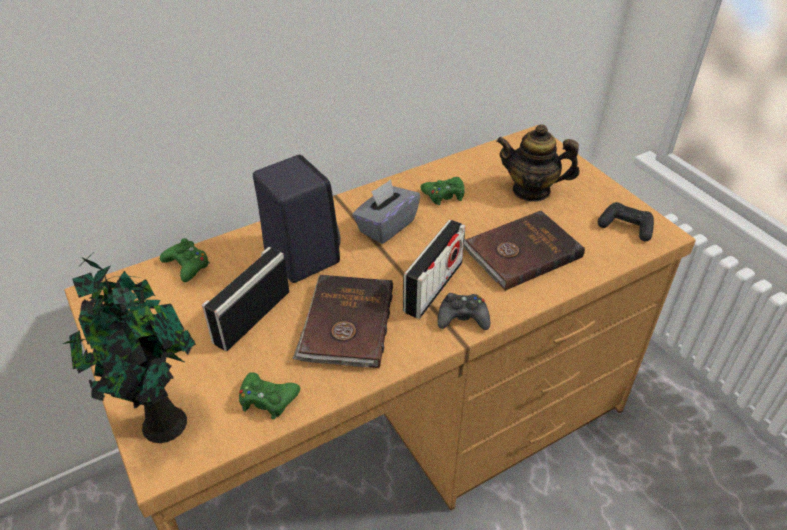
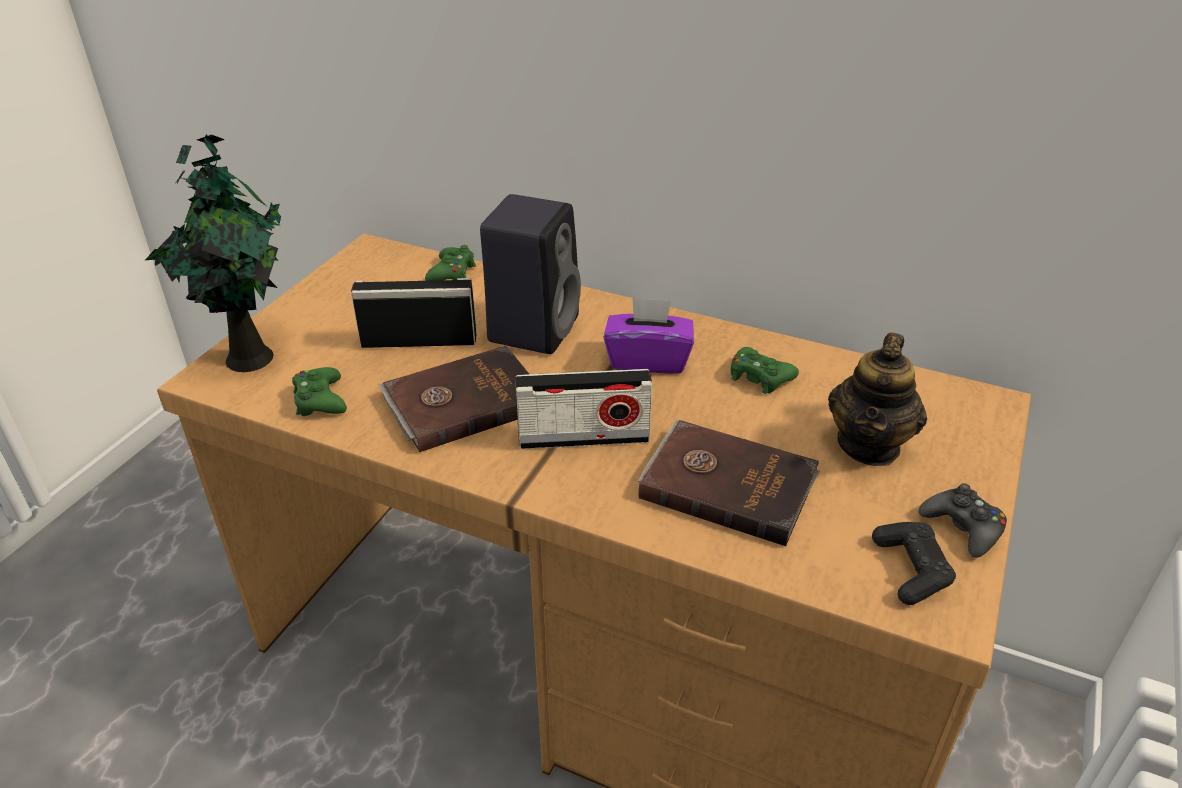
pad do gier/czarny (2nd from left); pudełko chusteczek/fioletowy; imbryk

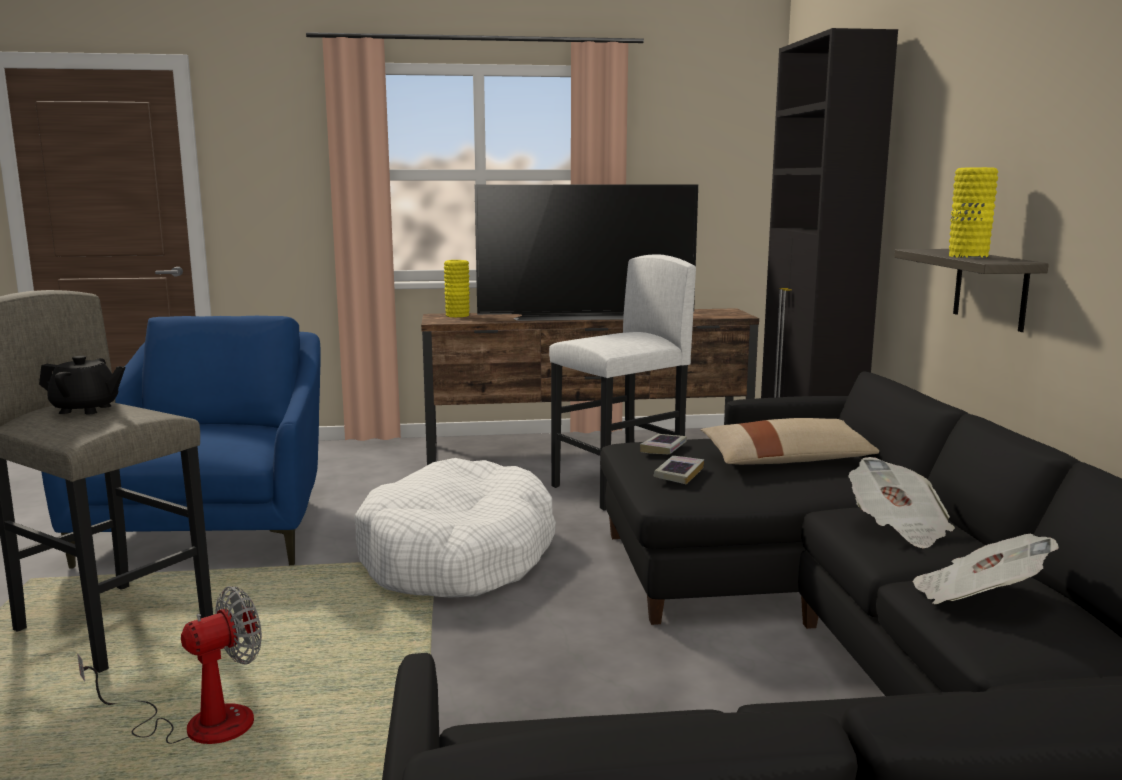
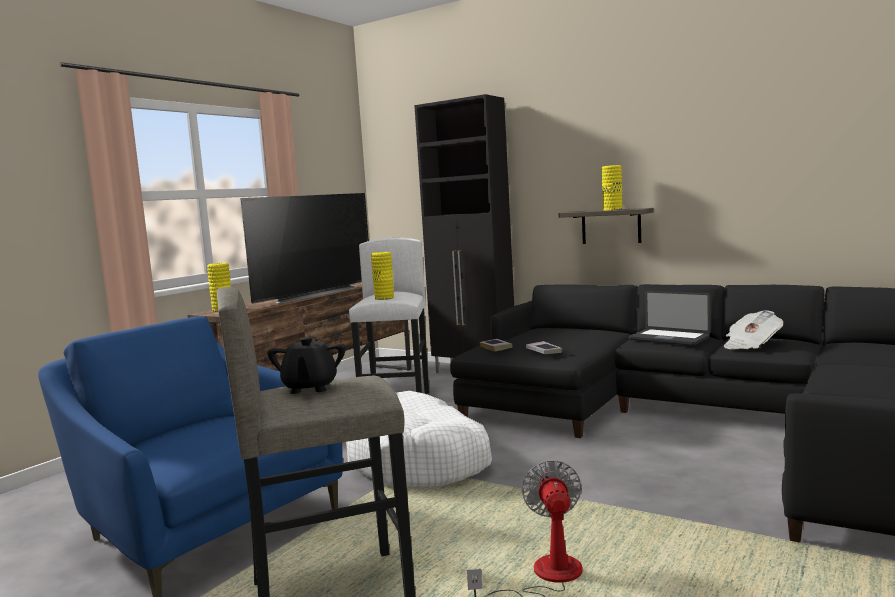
poduszka/beżowy; wazon/żółty (2nd from left); laptop; imbryk/czarny

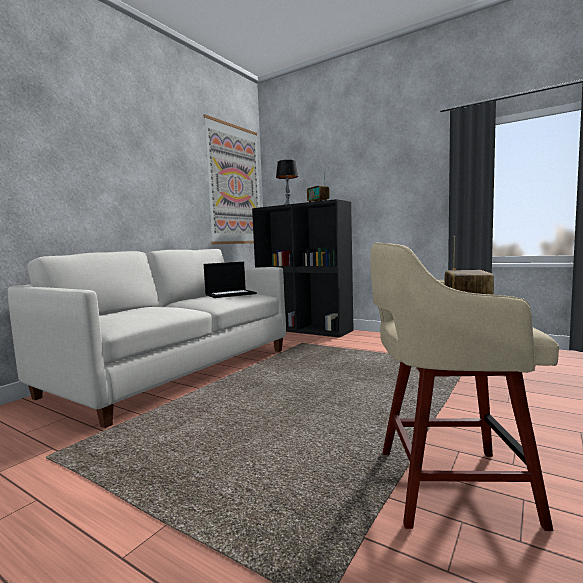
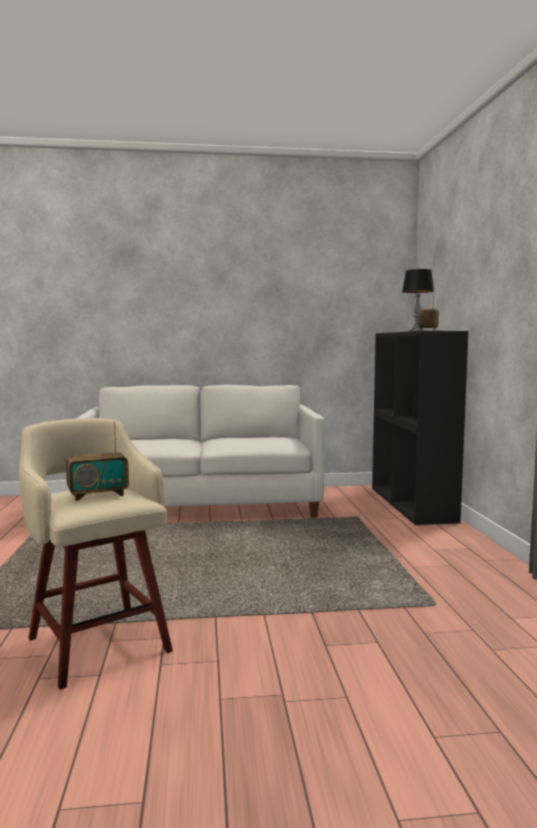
obraz; laptop

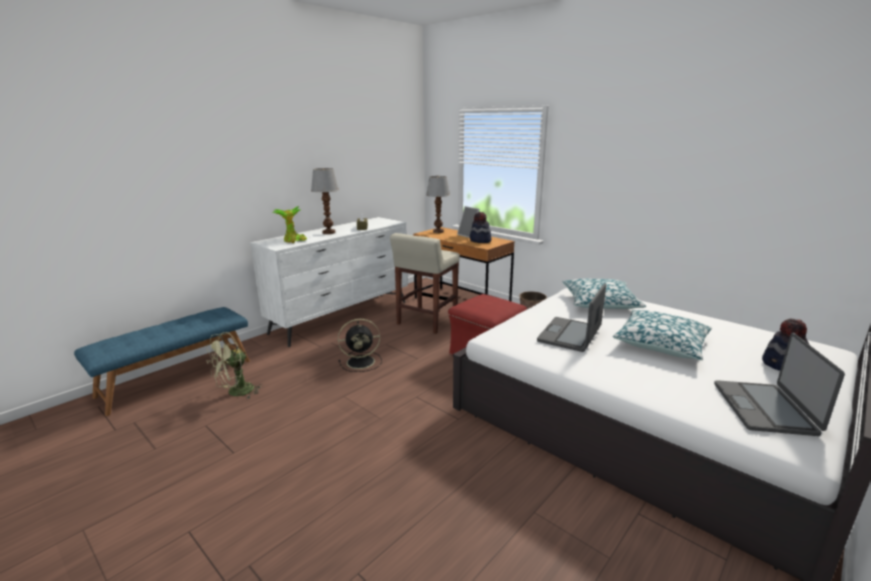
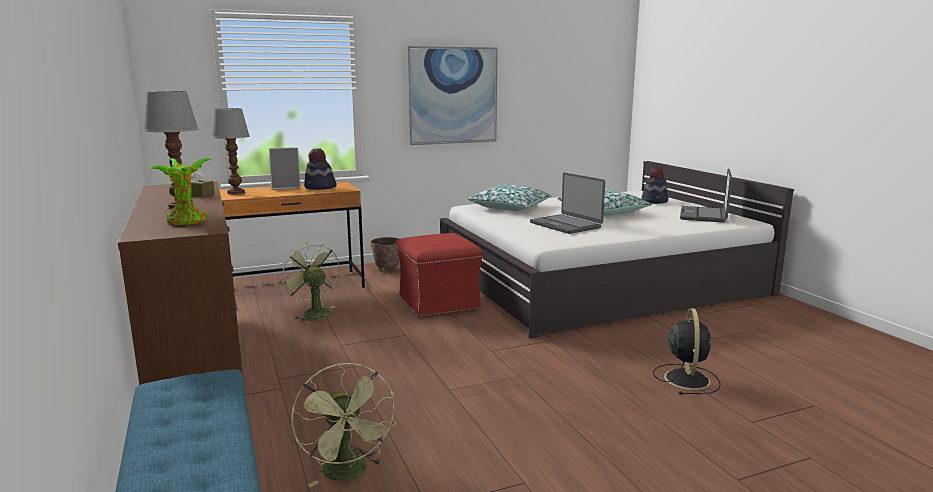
obraz; wentylator/czarny; wentylator/zielony (1st from left); komoda/brązowy; laptop (2nd from left)

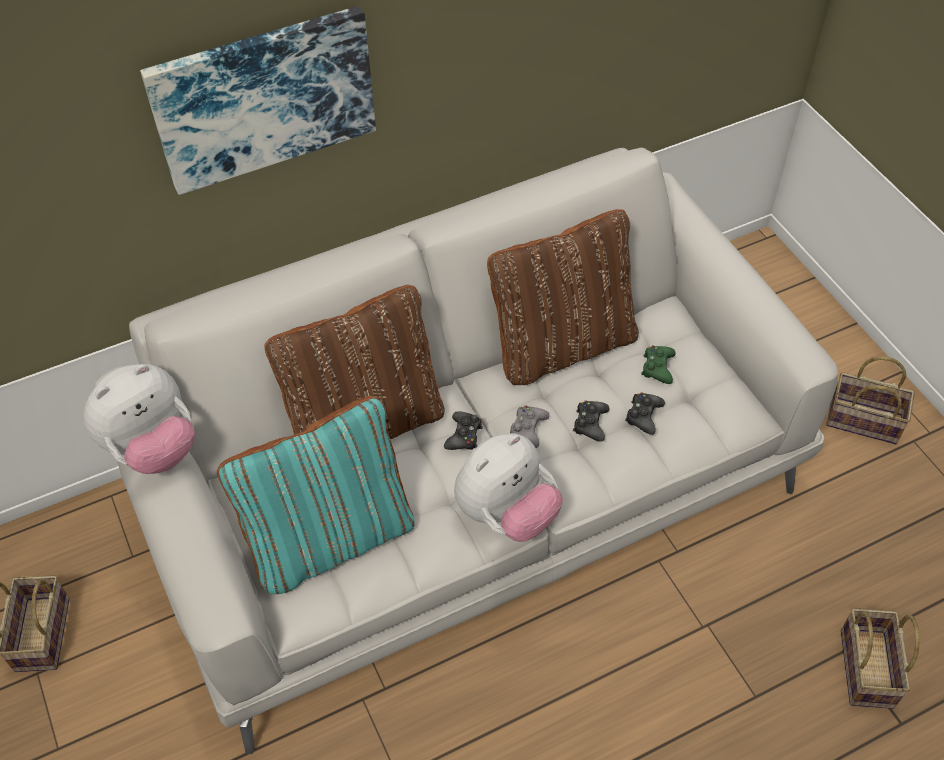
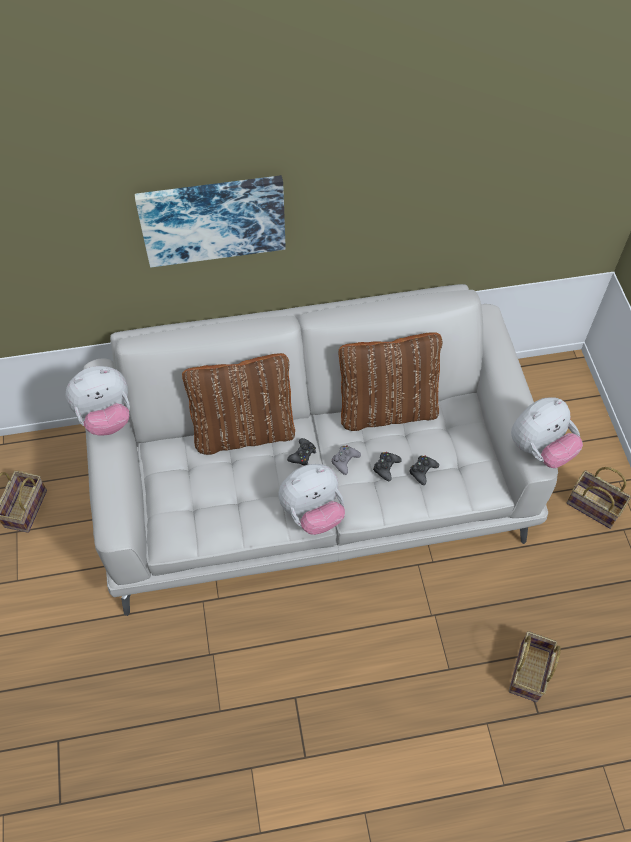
poduszka/turkusowy; pad do gier/zielony; pluszak (3rd from left)

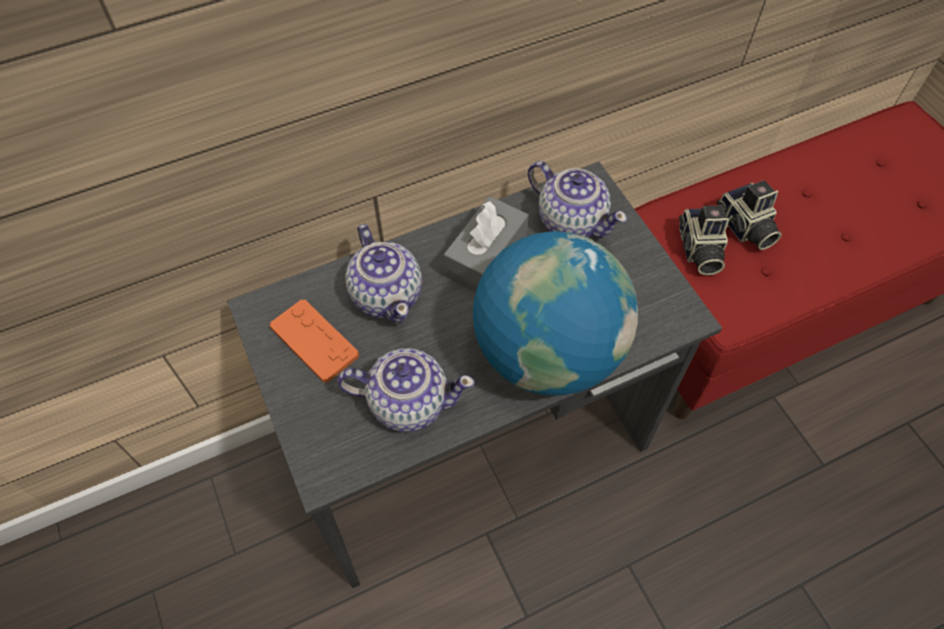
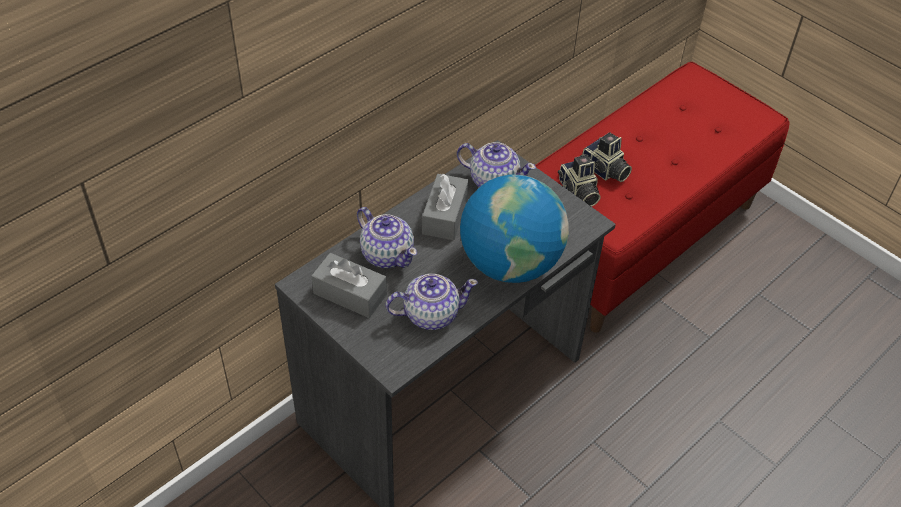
pudełko chusteczek/szary (1st from left)

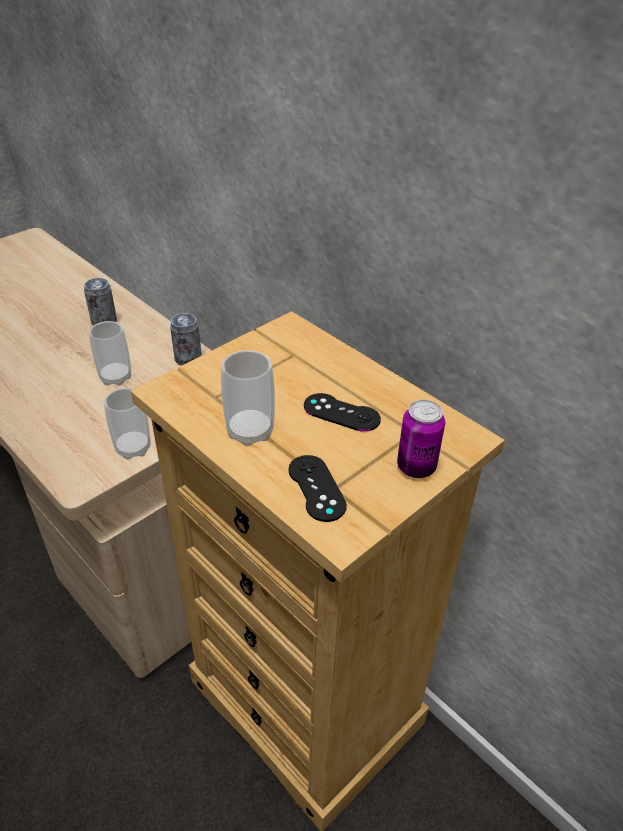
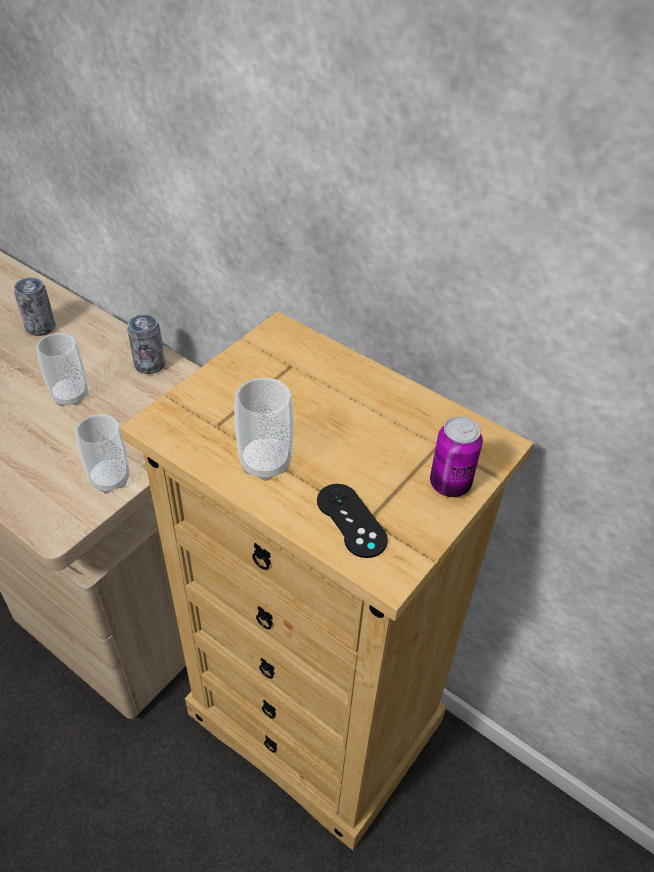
pad do gier/czarny (2nd from left in the first image)

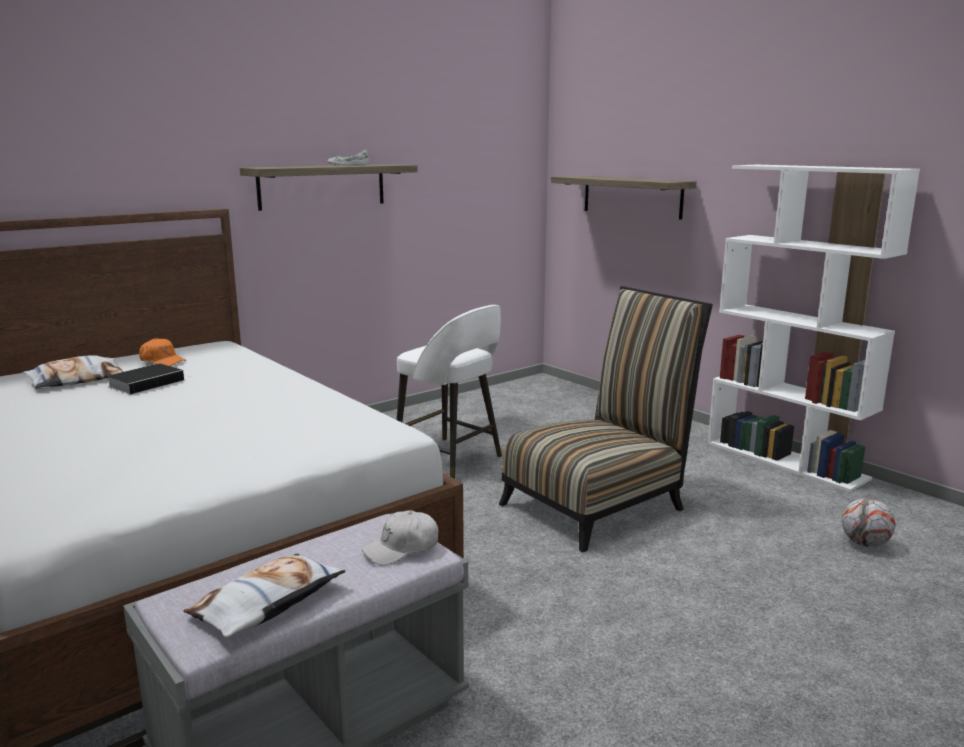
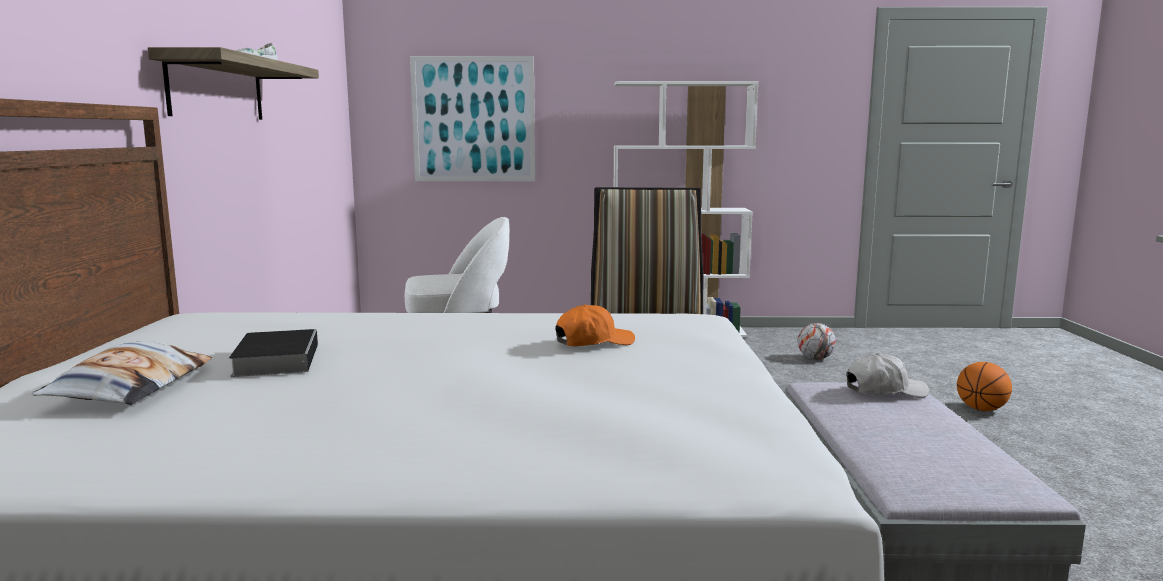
poduszka (2nd from left in the first image); piłka do koszykówki; czapka z daszkiem/pomarańczowy; obraz; czapka z daszkiem/biały

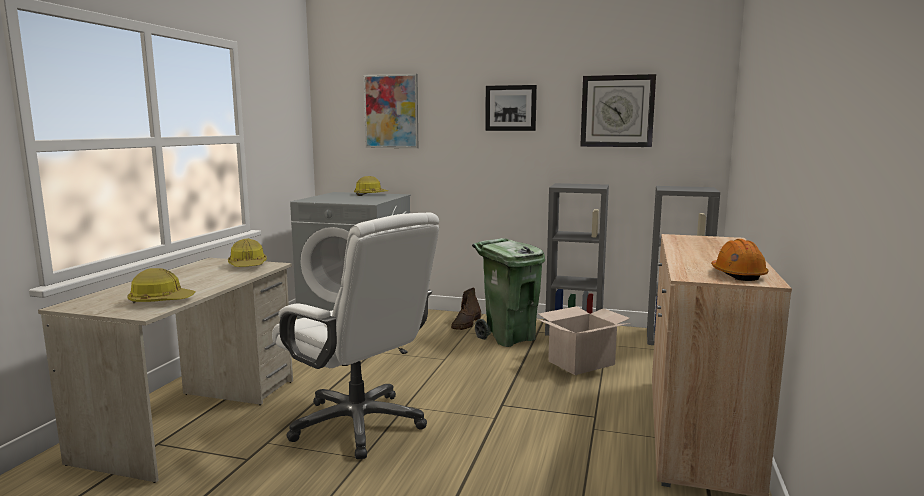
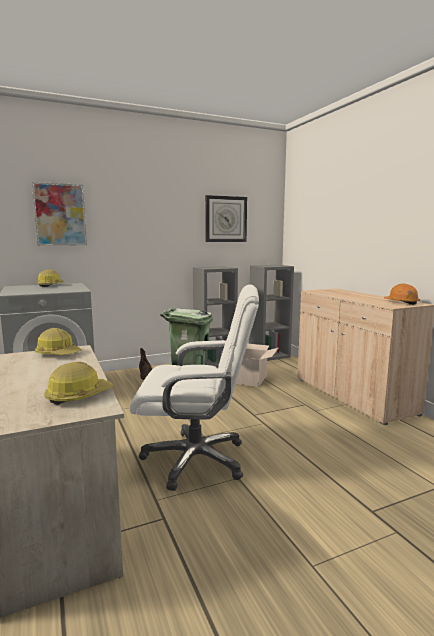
obraz (2nd from left in the first image)

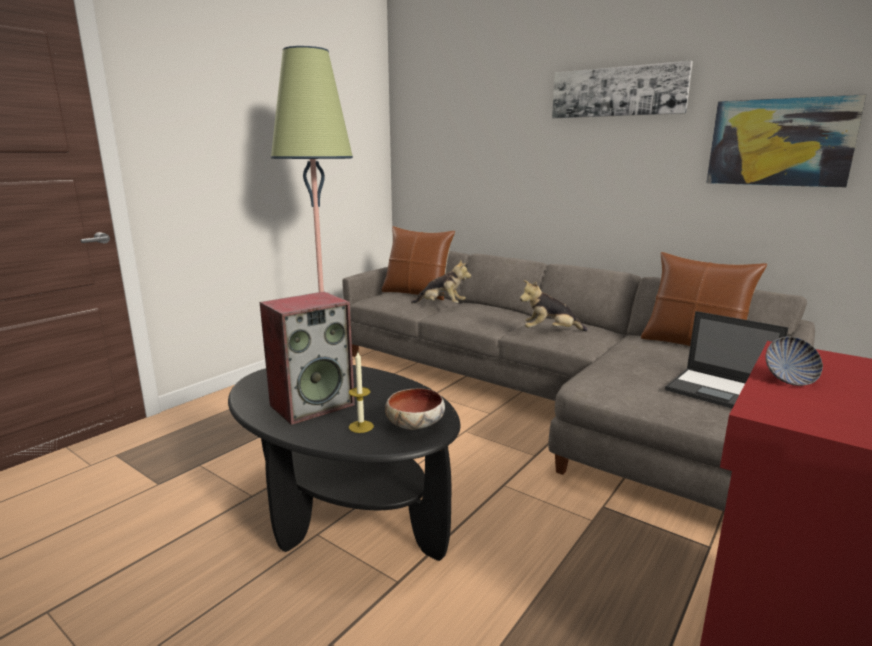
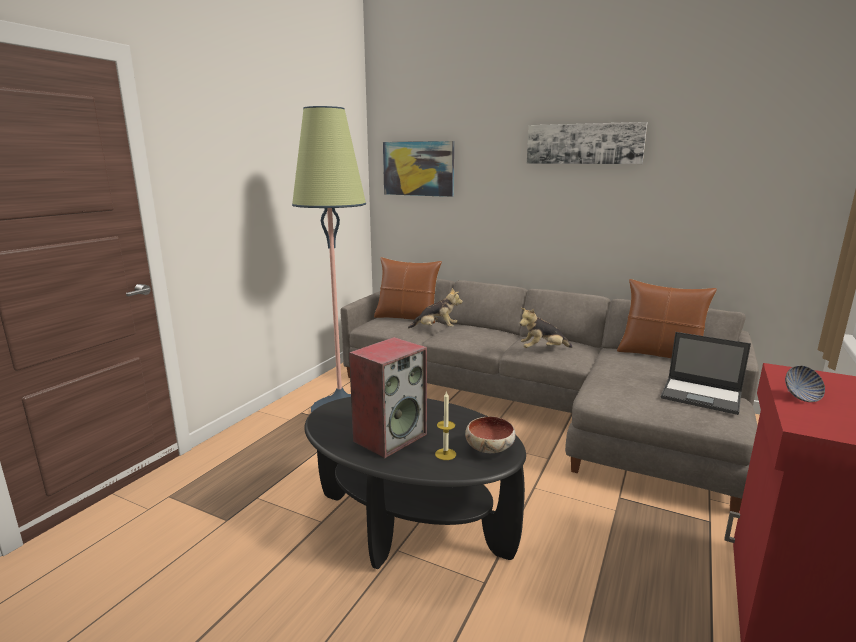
obraz (1st from left)

